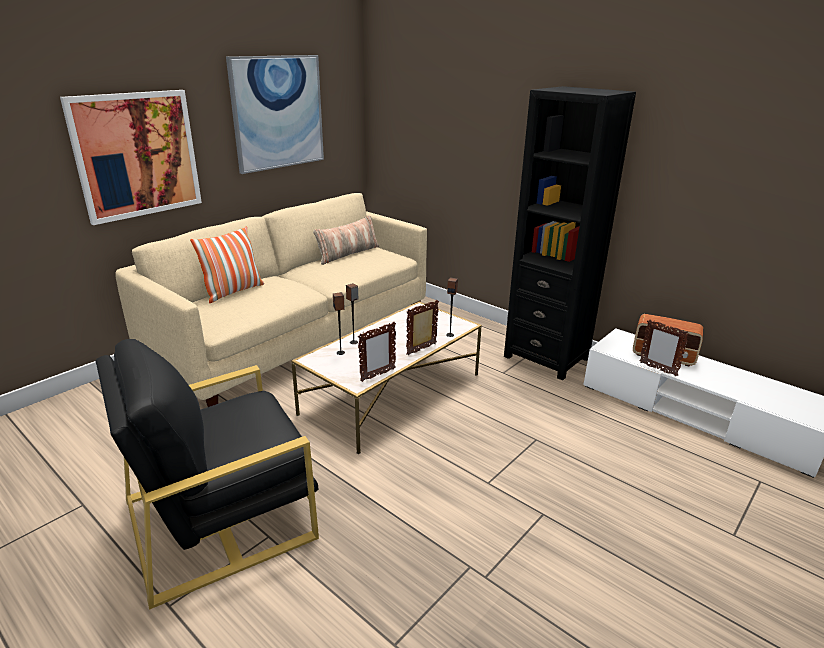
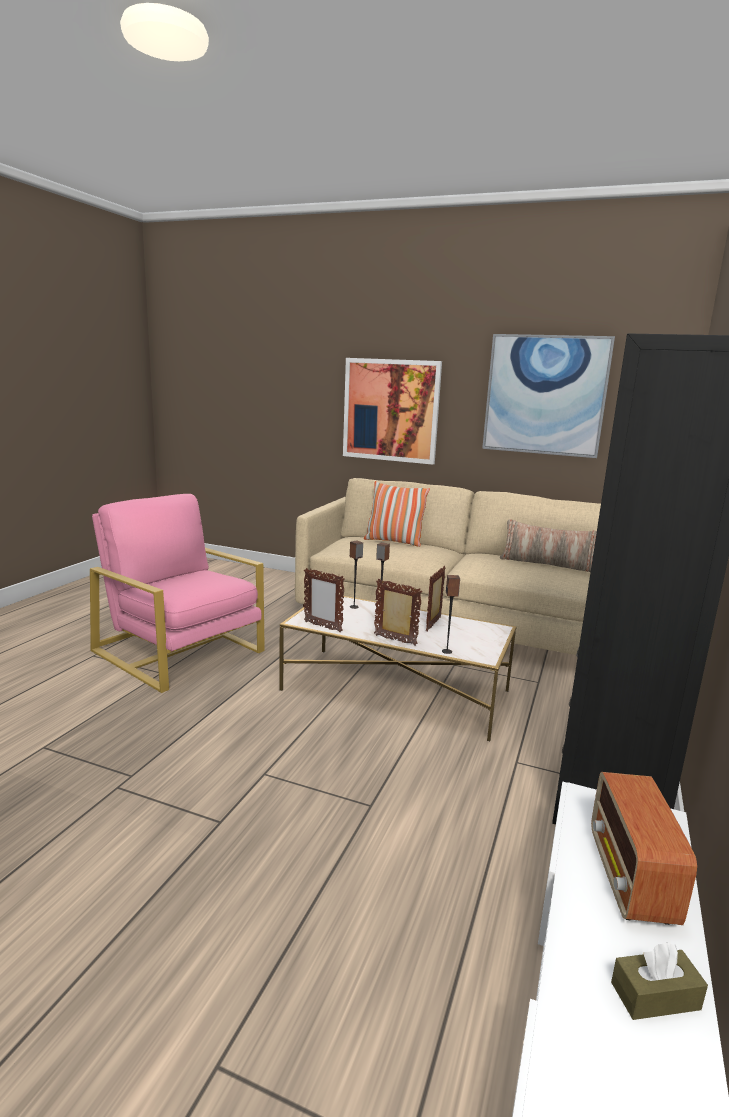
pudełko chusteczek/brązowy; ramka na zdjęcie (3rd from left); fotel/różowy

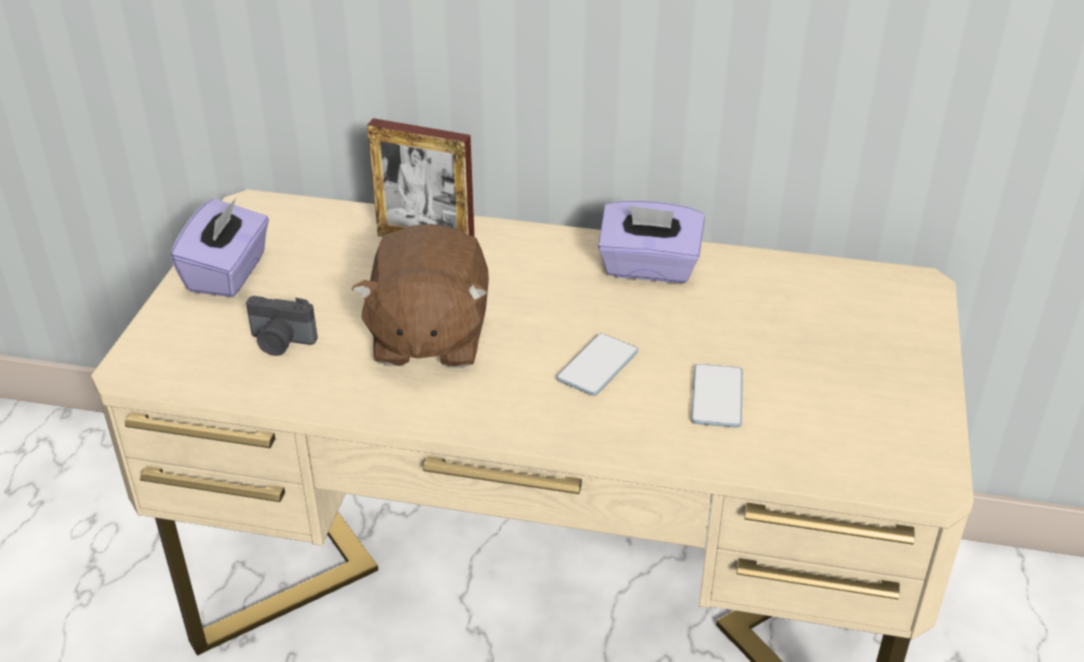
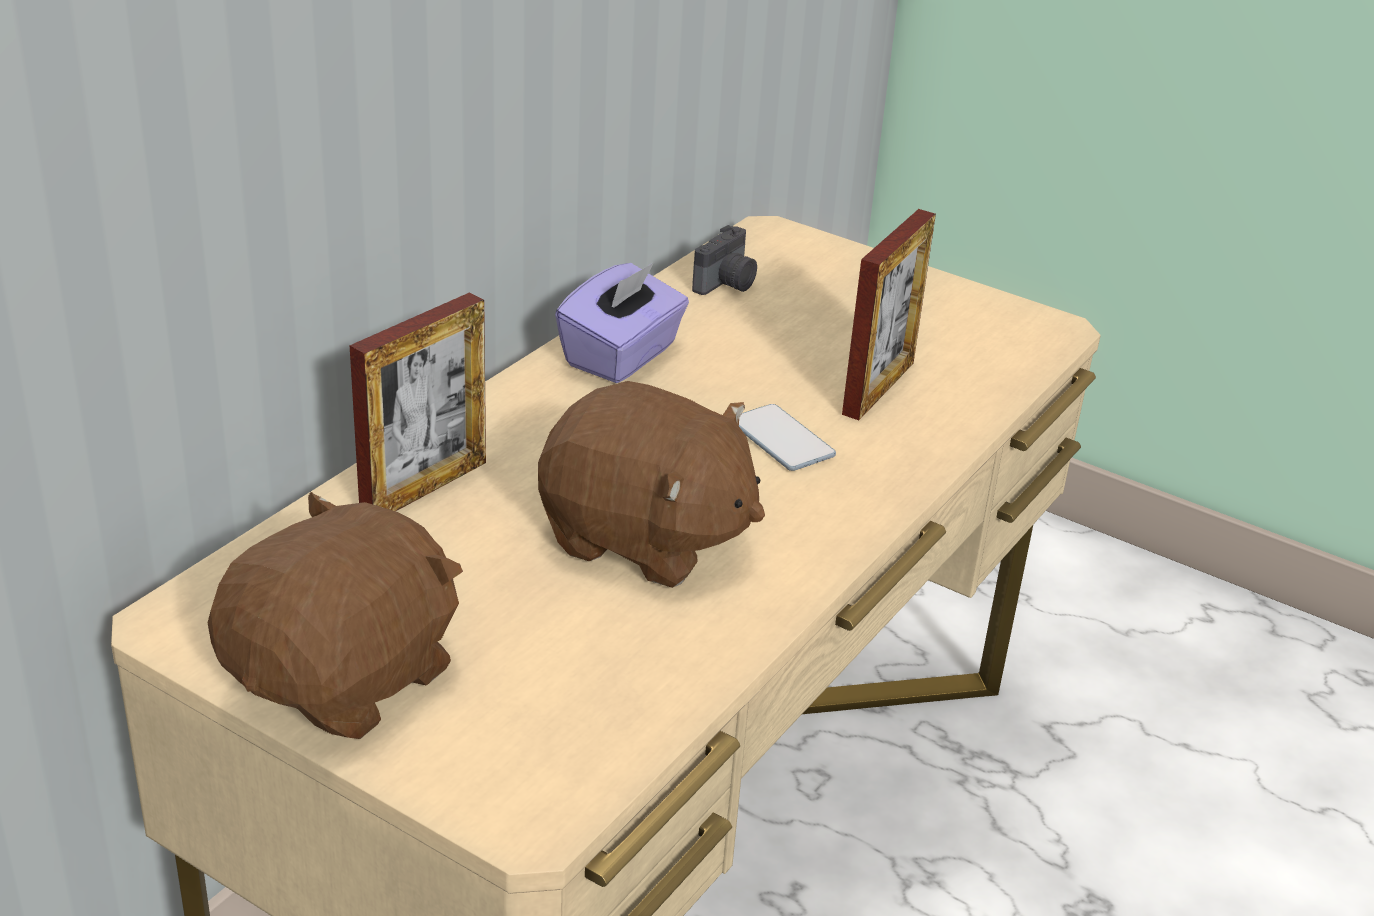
aparat fotograficzny; pluszak/brązowy (1st from left); ramka na zdjęcie (2nd from left)

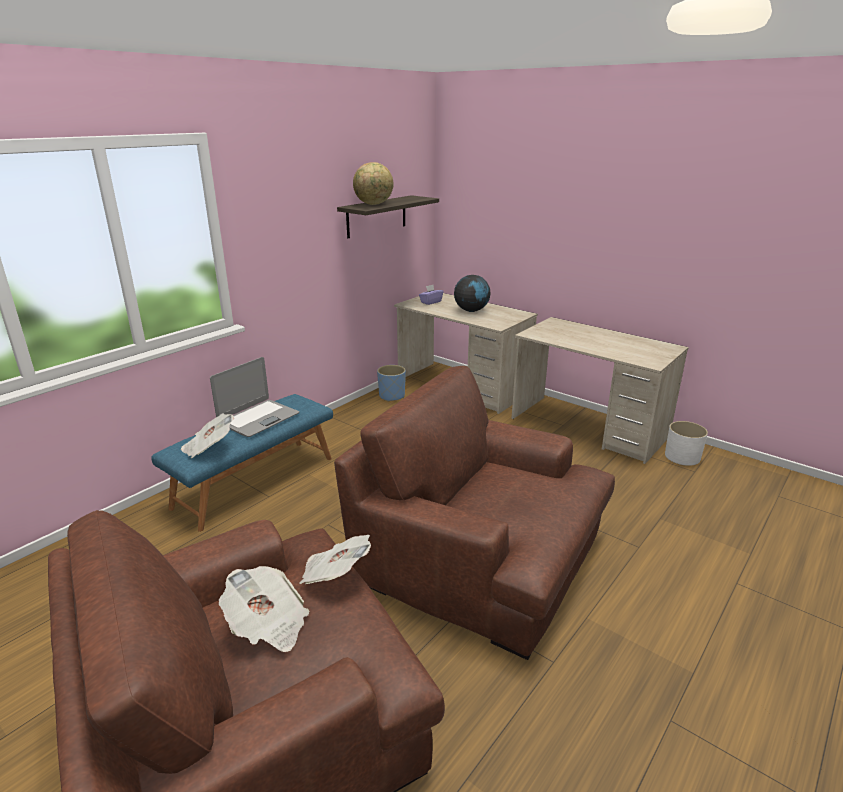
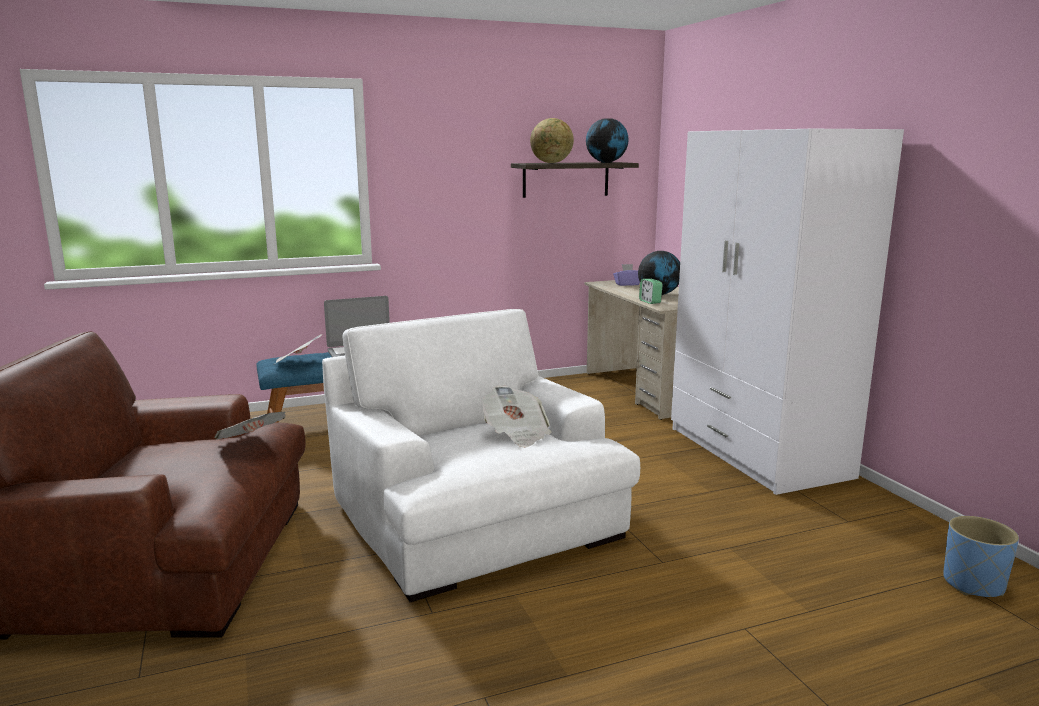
donica/biały; globus (2nd from left); budzik; gazeta (3rd from left); donica/niebieski; szafa/biały; fotel/biały

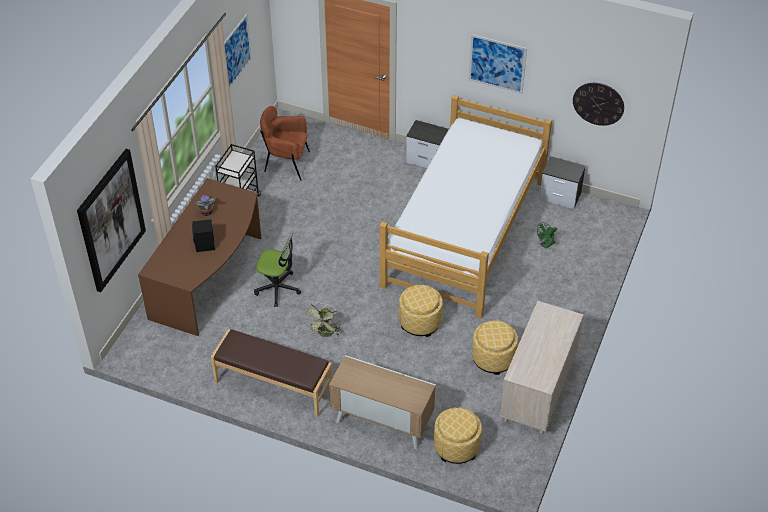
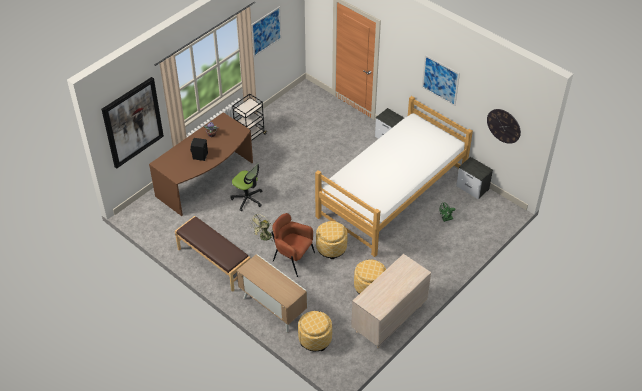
fotel/brązowy

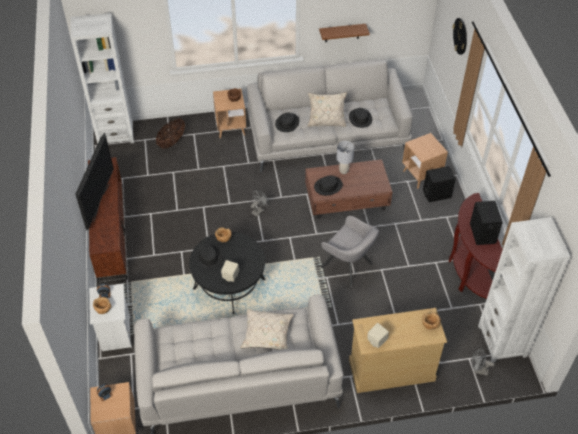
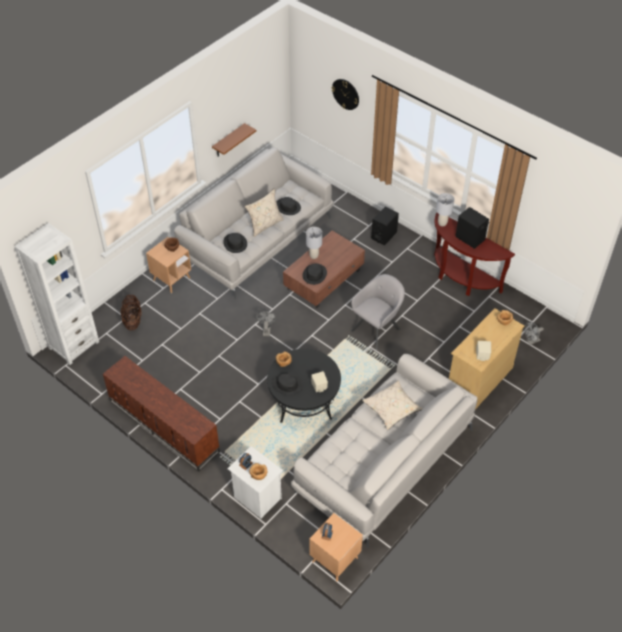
telewizor; stolik/brązowy (3rd from left in the first image); regał/biały (2nd from left in the first image); lampa stołowa/szary (2nd from left); fotel/szary

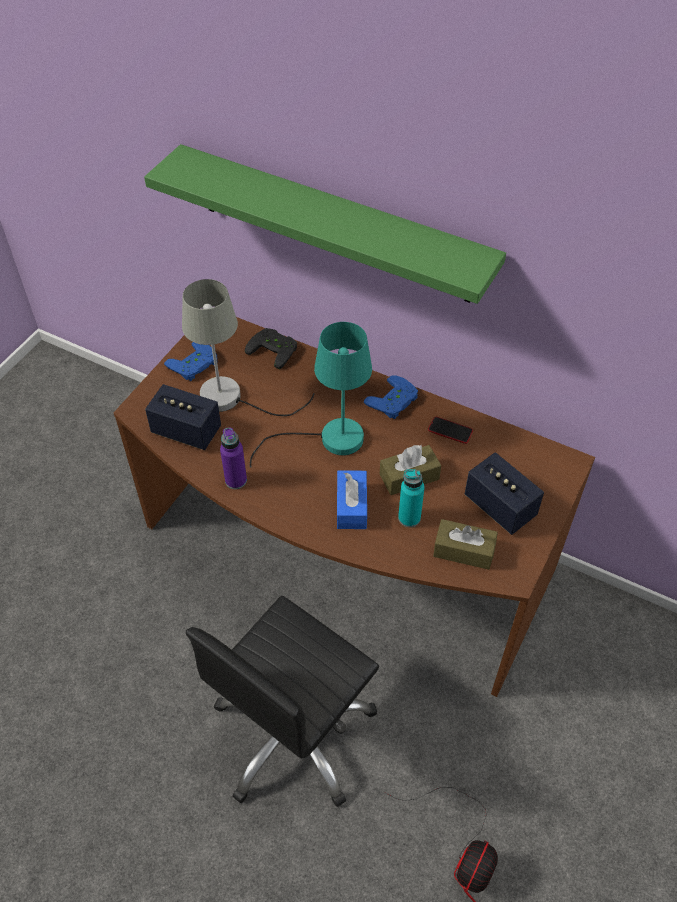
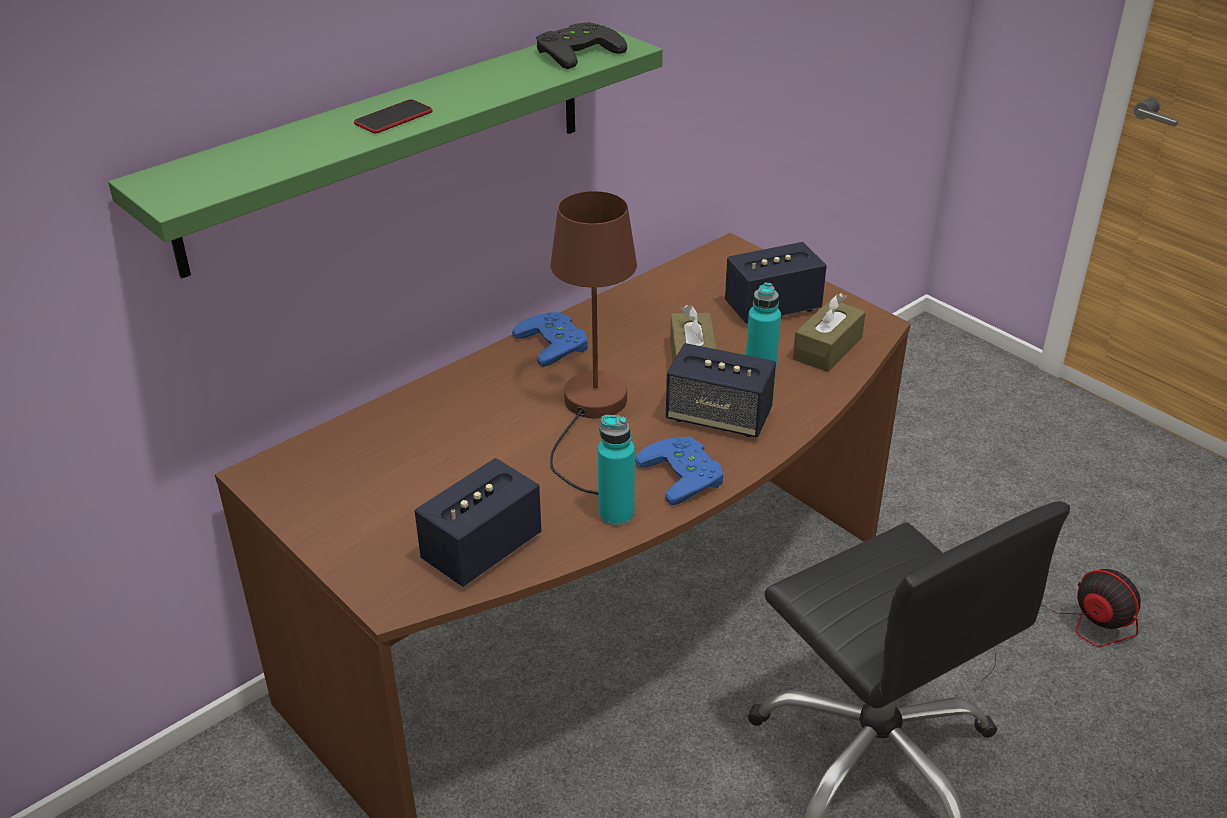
lampa stołowa/szary; pad do gier/niebieski (2nd from left); pad do gier/czarny; telefon; głośnik (2nd from left); butelka/turkusowy (1st from left); lampa stołowa/brązowy

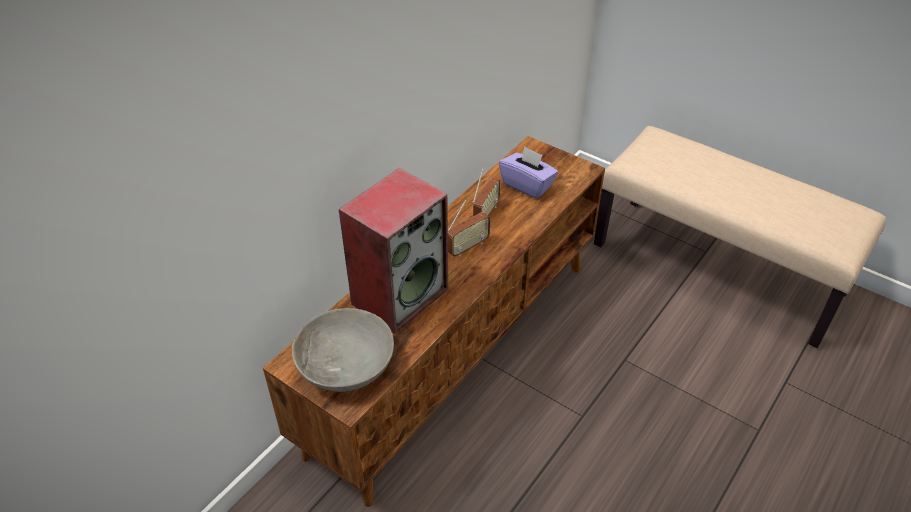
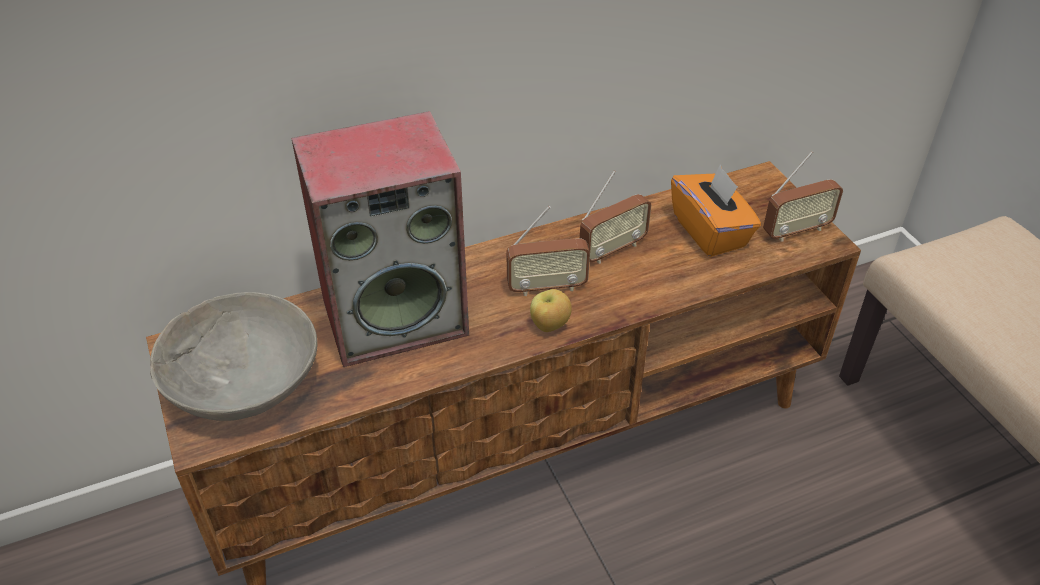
jabłko; radio (3rd from left); pudełko chusteczek/pomarańczowy

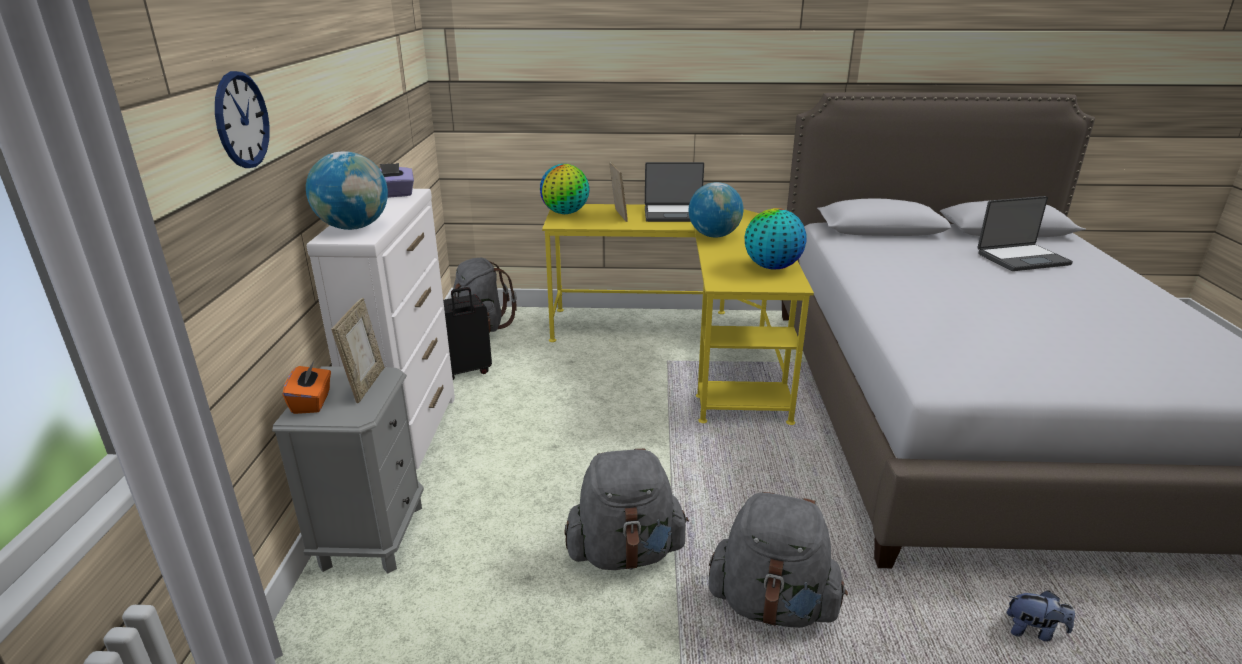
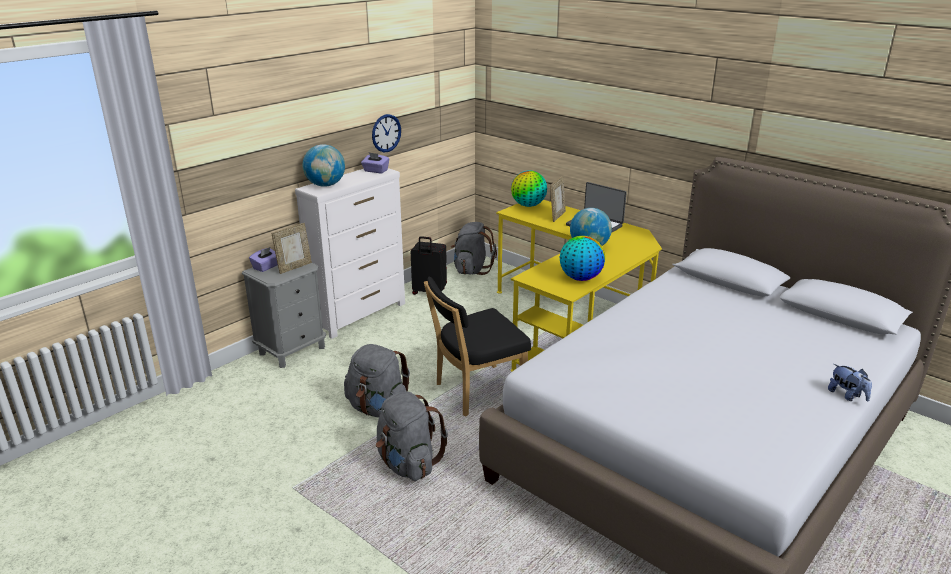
laptop (2nd from left in the first image); krzesło/czarny; zegar ścienny; pluszak; pudełko chusteczek/fioletowy (1st from left)

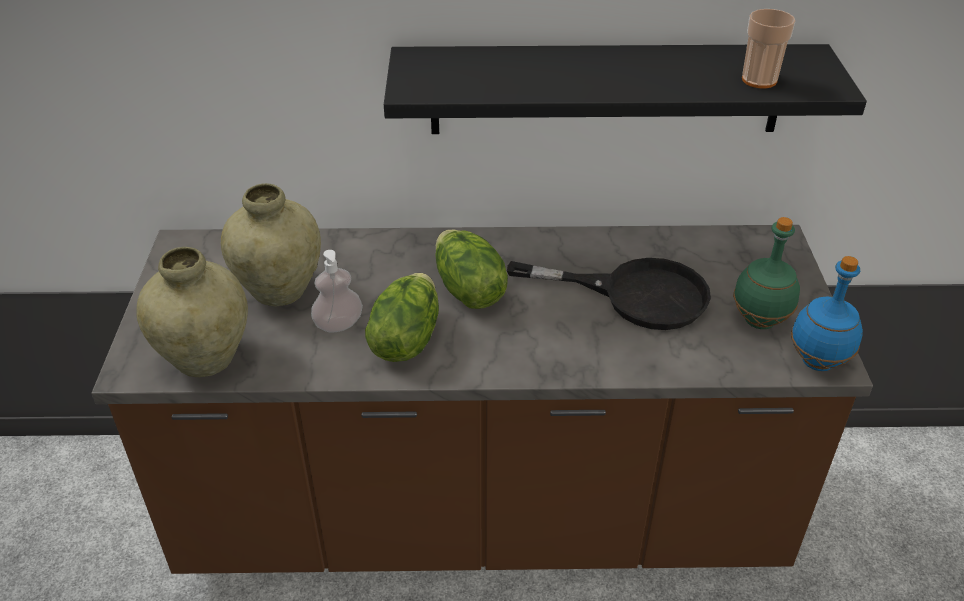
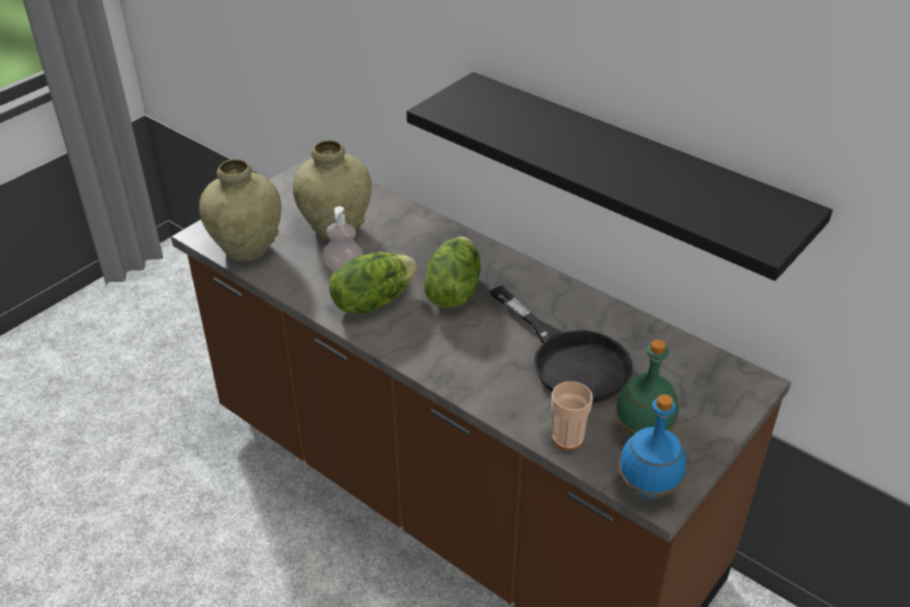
filiżanka

